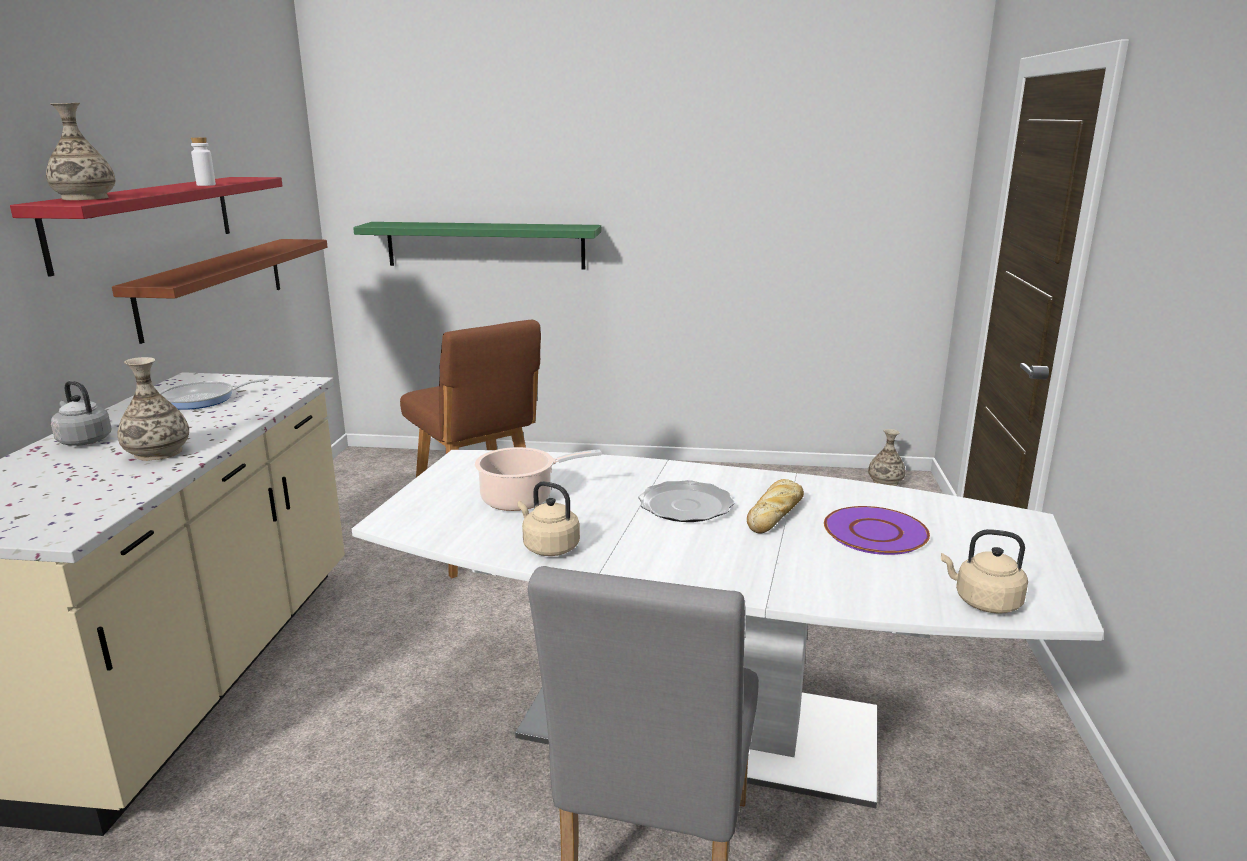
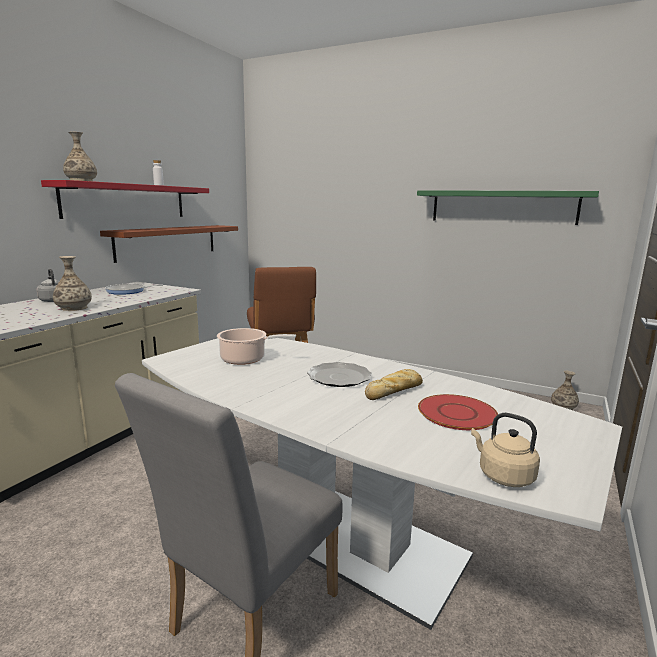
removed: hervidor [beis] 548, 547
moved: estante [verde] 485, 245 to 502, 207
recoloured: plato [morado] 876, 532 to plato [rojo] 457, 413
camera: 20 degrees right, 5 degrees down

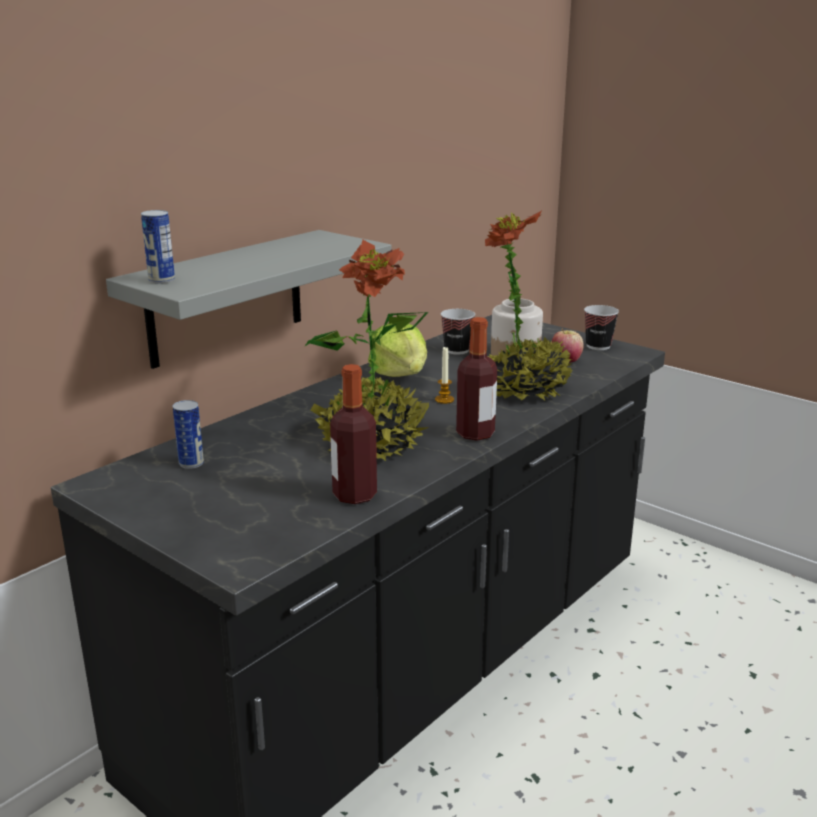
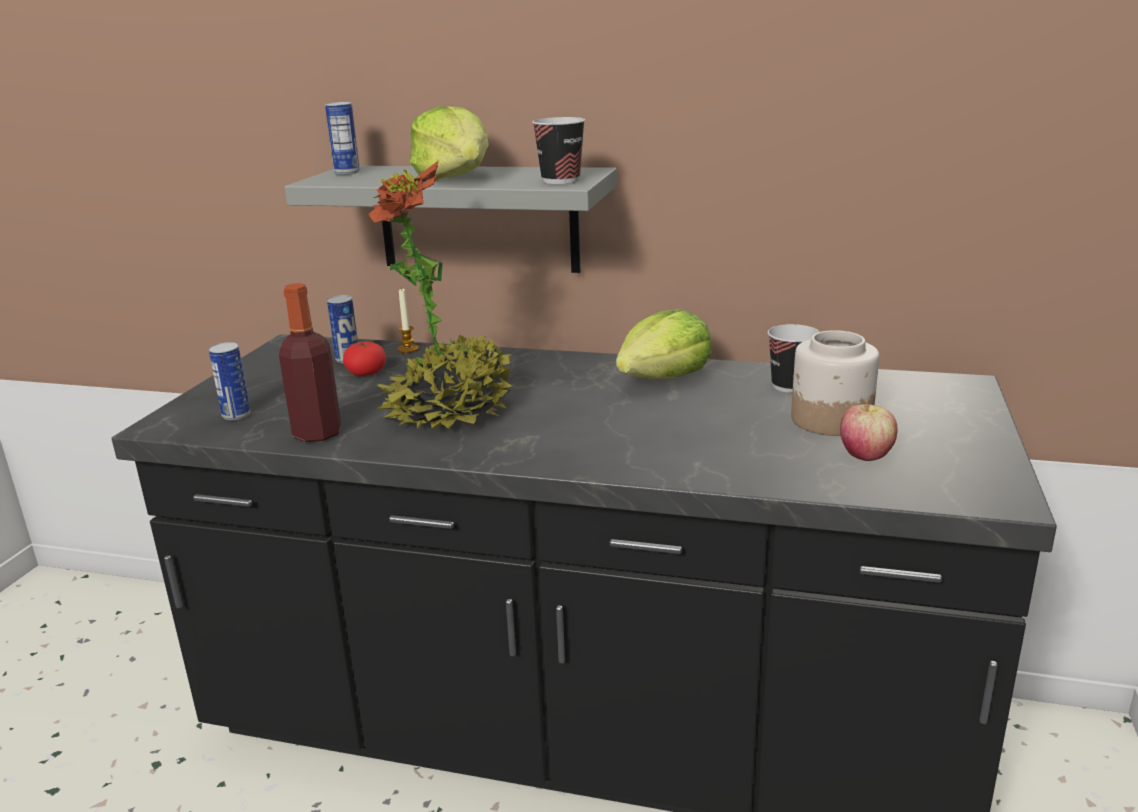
removed: planta en maceta 522, 389; botella 475, 434
added: lechuga 455, 177; tomate 366, 373; lata 236, 415
moved: taza 598, 346 to 560, 180; vela 444, 400 to 408, 349
camera: 65 degrees right, 0 degrees up

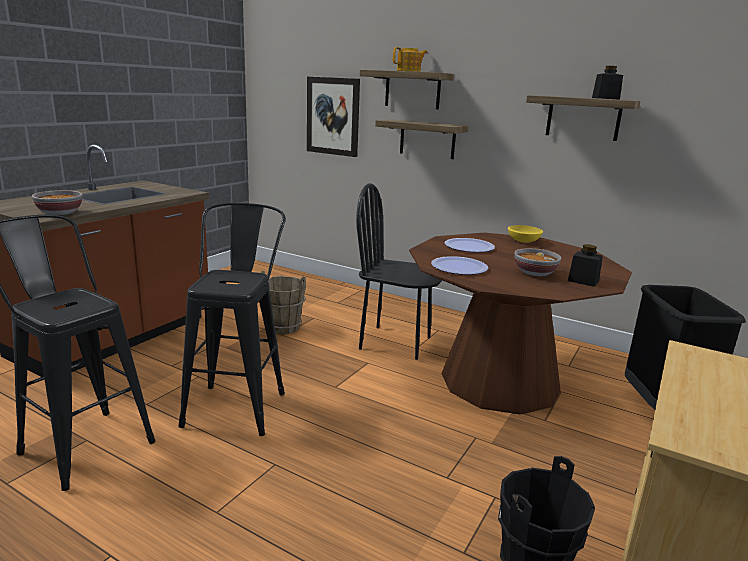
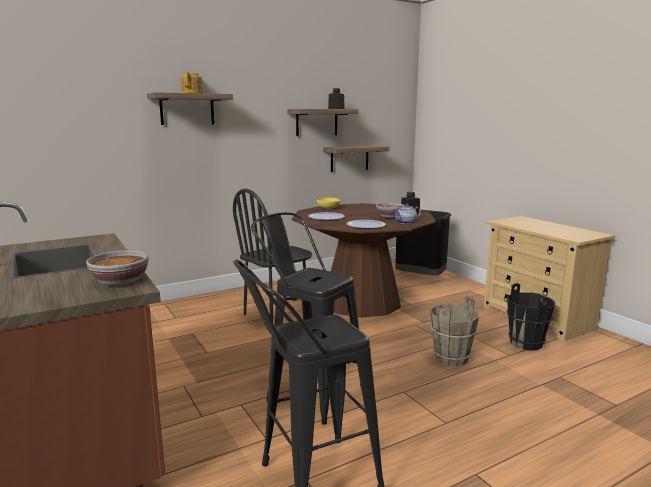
removed: cuadro 333, 116
added: tetera 406, 222
moved: estante 427, 139 to 349, 158; cubo [marrón] 283, 327 to 450, 358
camera: 60 degrees left, 5 degrees down

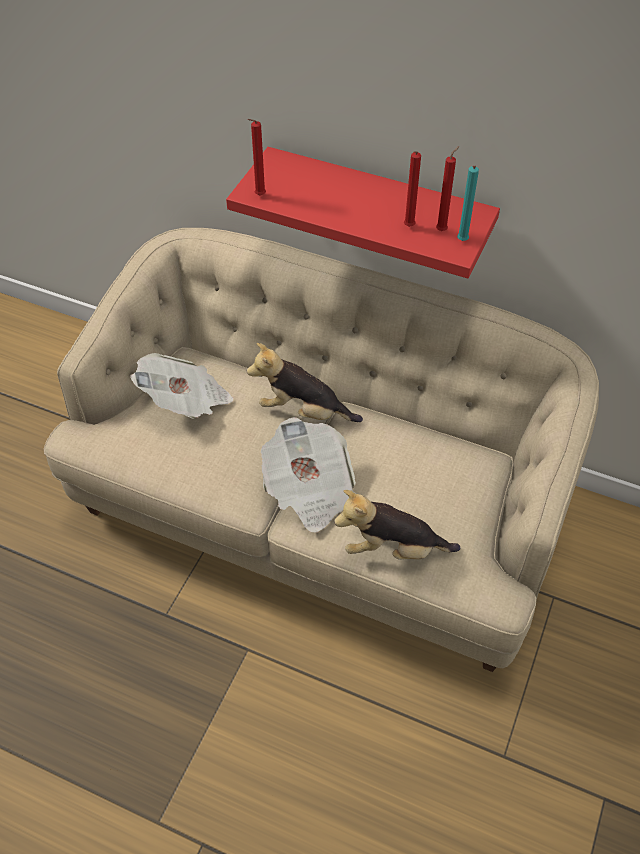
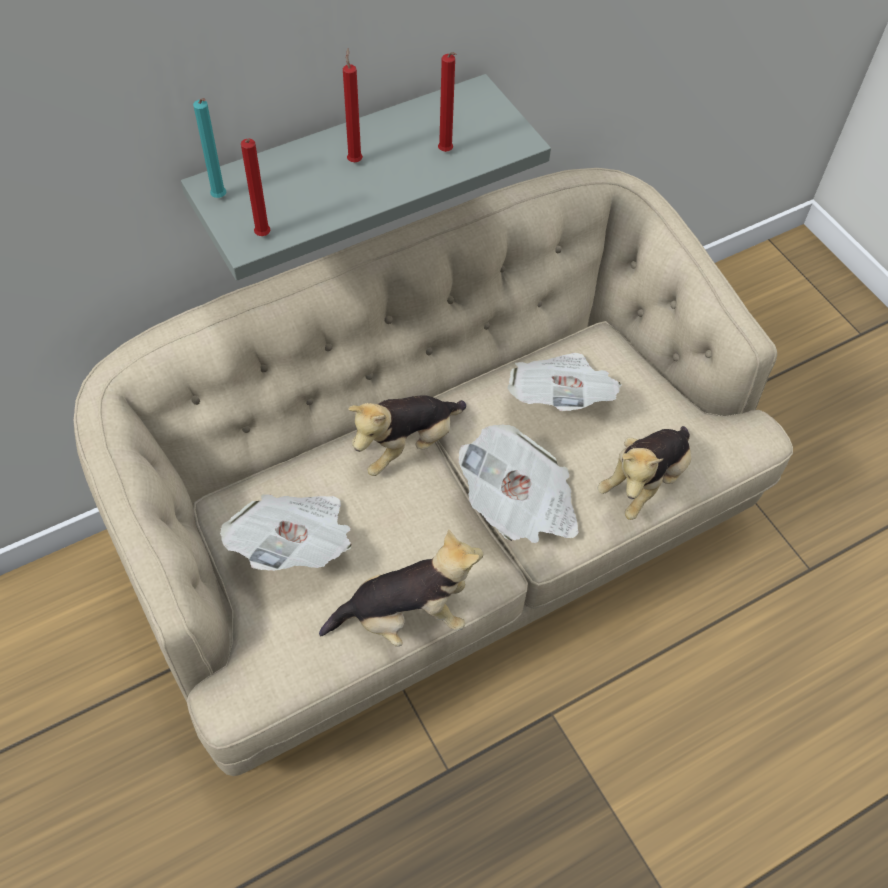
added: periódico 560, 398; peluche 406, 616
moved: vela [rojo] 442, 230 to 355, 160; vela [turquesa] 461, 242 to 220, 199
recoloured: estante [rojo] 378, 206 to estante [gris] 342, 163
camera: 55 degrees left, 5 degrees up

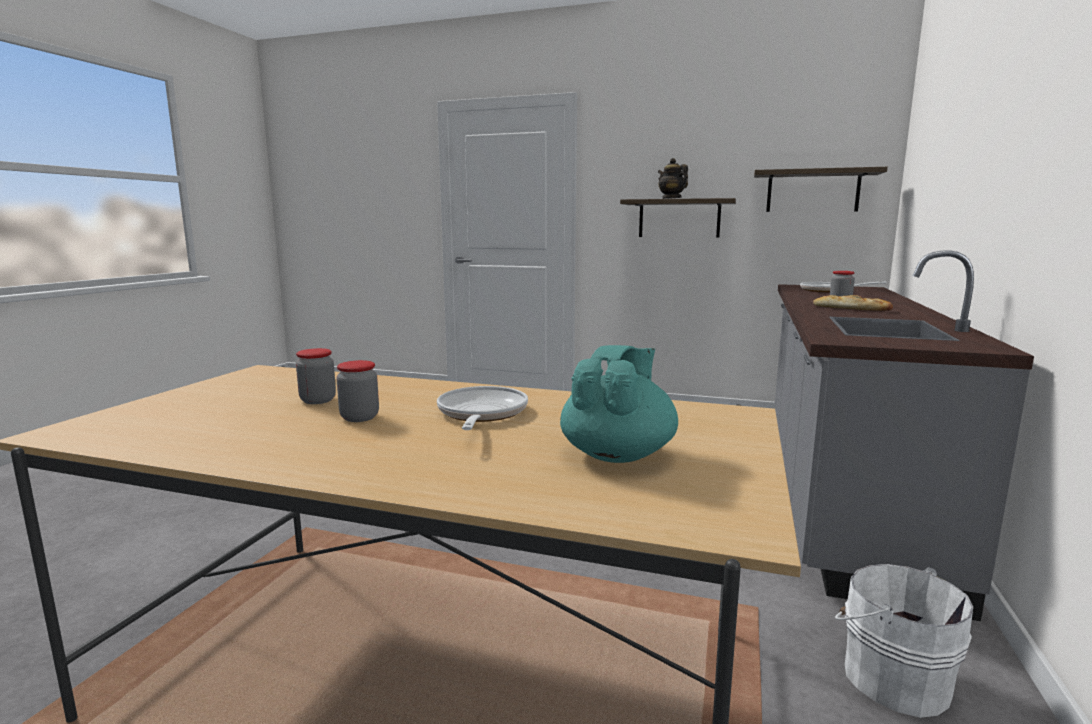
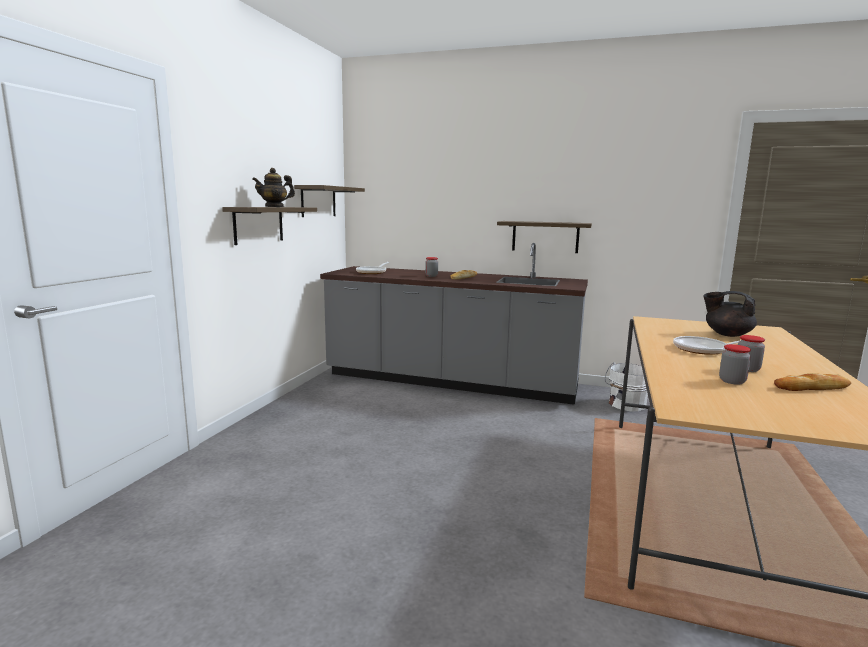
added: estante 545, 236; pan 812, 388
recoloured: tetera [turquesa] 618, 454 to tetera [negro] 727, 334
camera: 90 degrees left, 0 degrees up

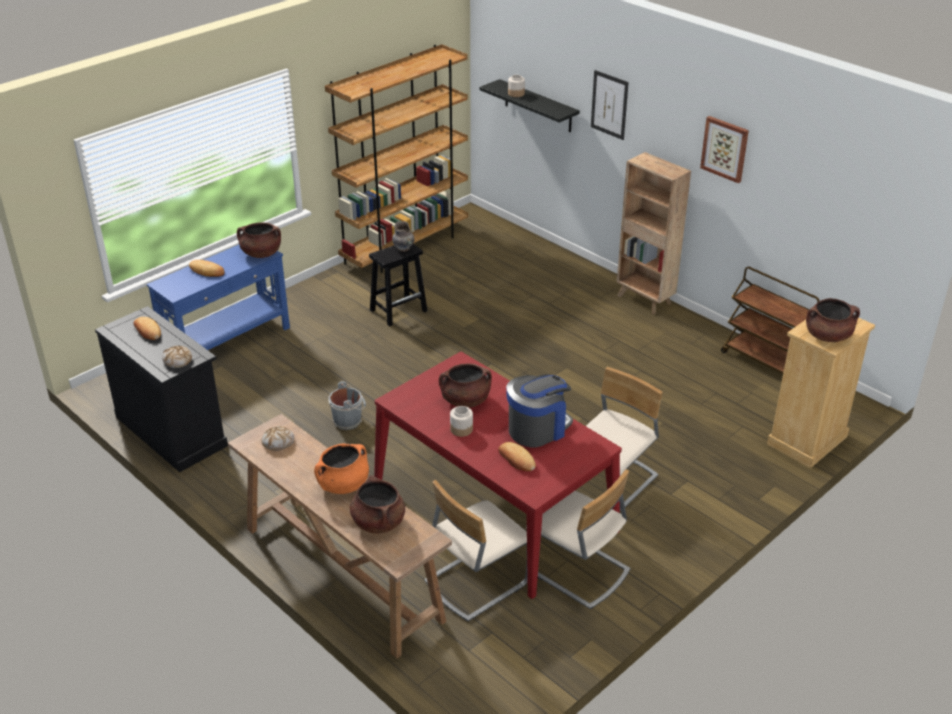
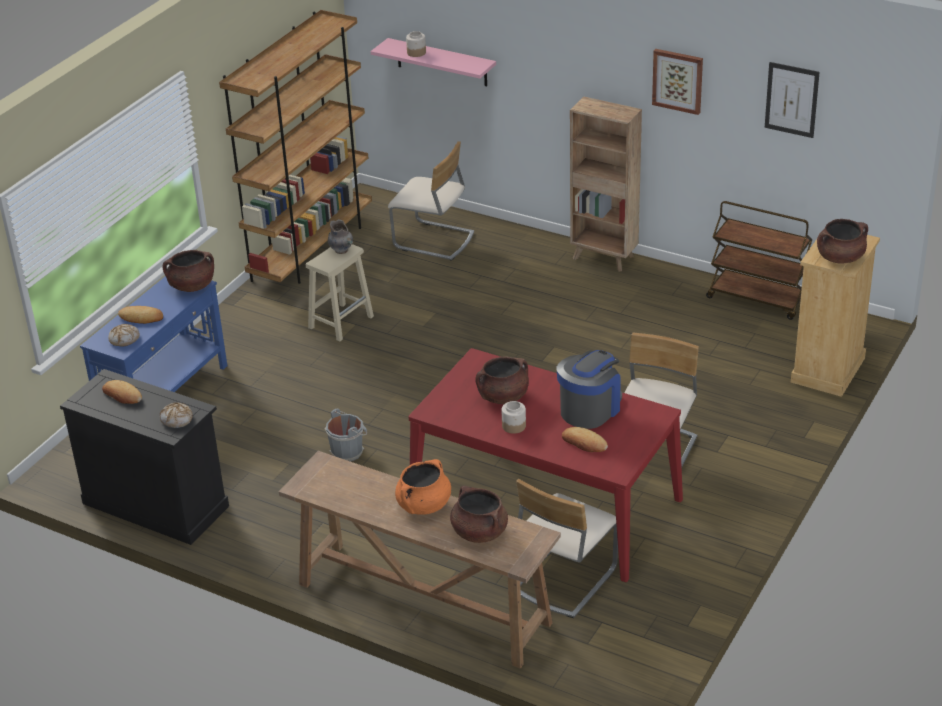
moved: cuadro 609, 104 to 791, 99; pan 278, 442 to 124, 339; silla [beis] 577, 571 to 433, 241
recoloured: estante [negro] 538, 106 to estante [rosa] 441, 62; taburete [negro] 399, 310 to taburete [beis] 341, 321
camera: 15 degrees left, 0 degrees up

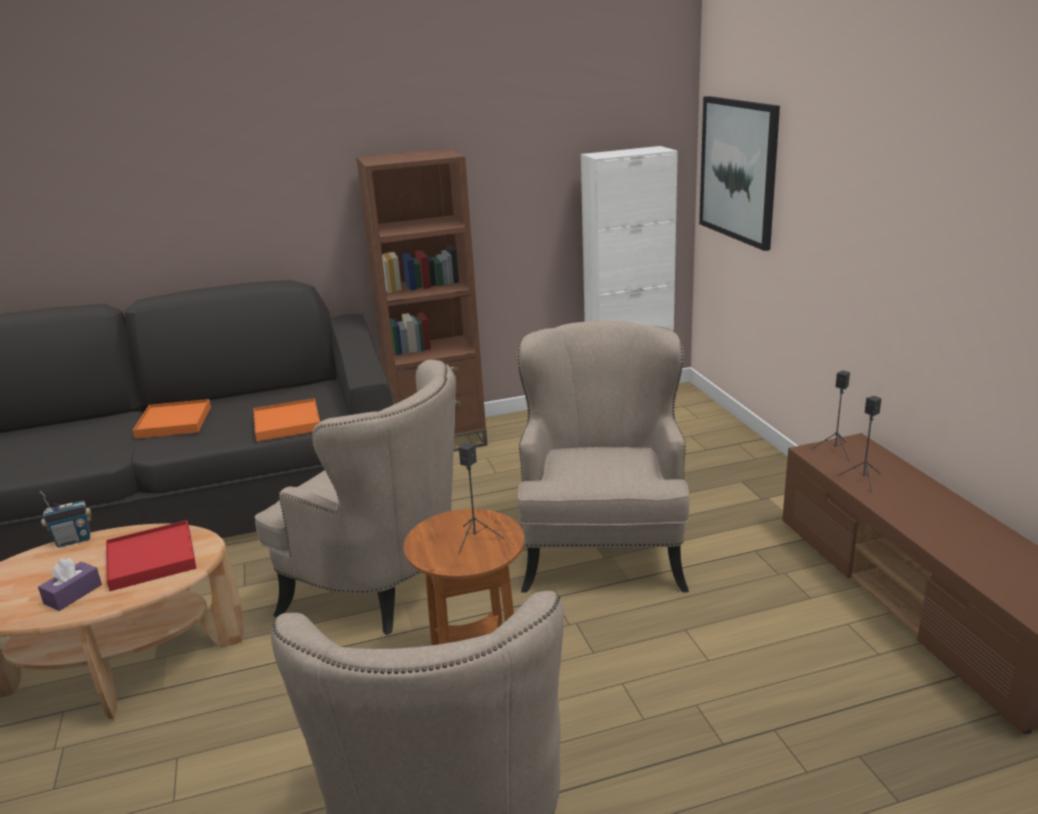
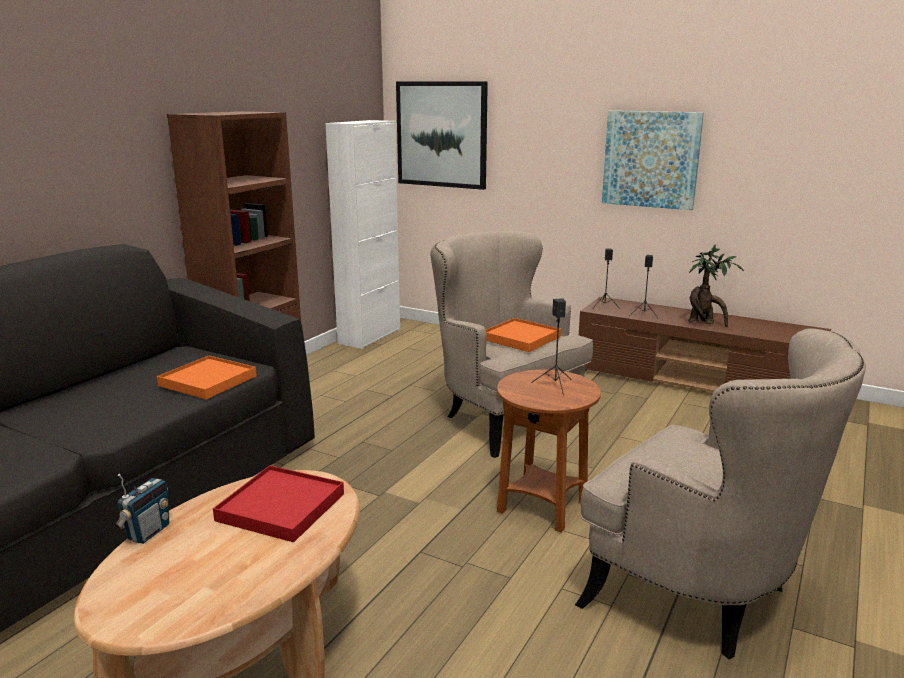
removed: sillón [beis] 383, 589; caja de pañuelos [morado] 73, 594
added: cuadro 651, 159; planta en maceta 704, 323
moved: bandeja [naranja] 174, 422 to 521, 338
camera: 45 degrees left, 5 degrees down

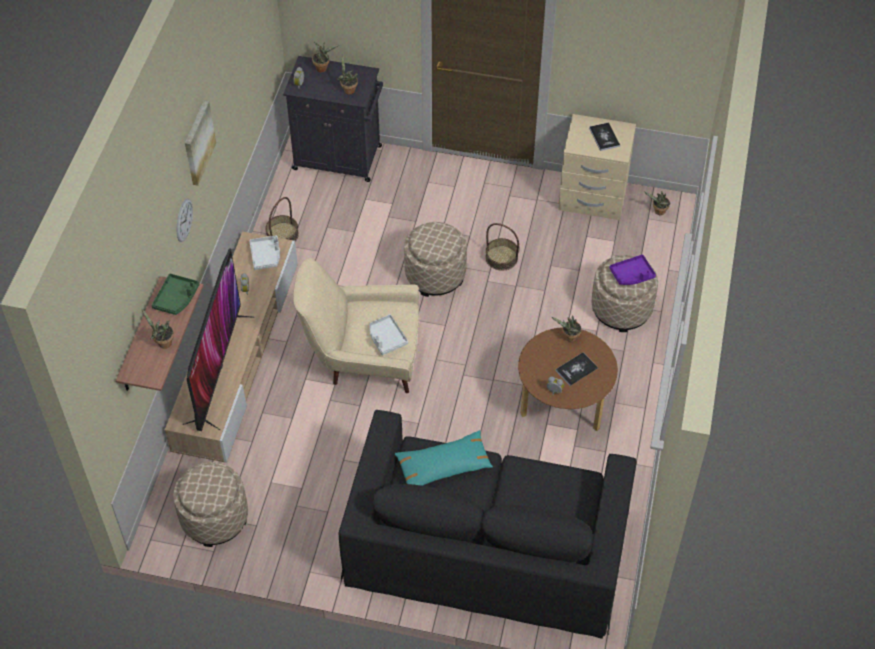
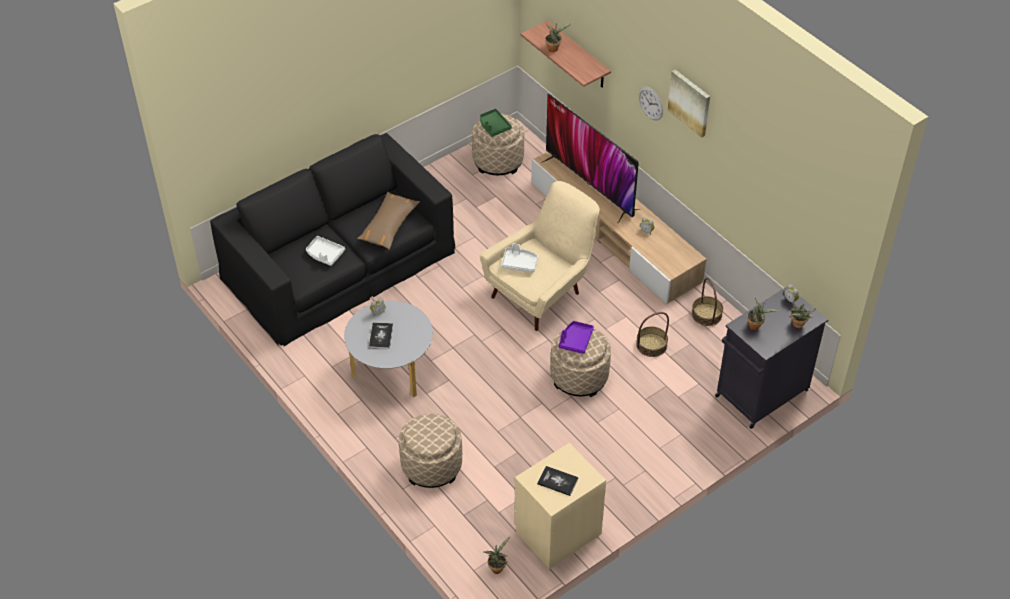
removed: planta en maceta 569, 338
moved: cesta 501, 257 to 651, 345; bandeja [blanco] 266, 256 to 324, 254; bandeja [morado] 632, 275 to 575, 340; bandeja [verde] 176, 298 to 494, 126
recoloured: mesa de centro [marrón] 563, 404 to mesa de centro [gris] 392, 371; cojín [turquesa] 443, 466 to cojín [marrón] 389, 226
camera: 130 degrees right, 5 degrees down

